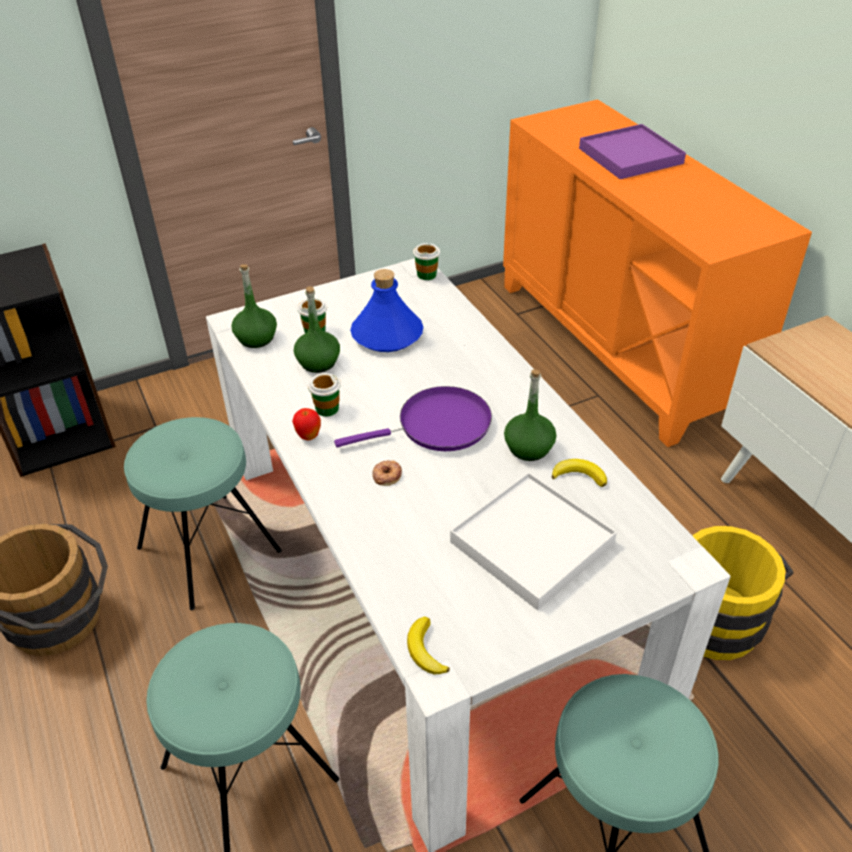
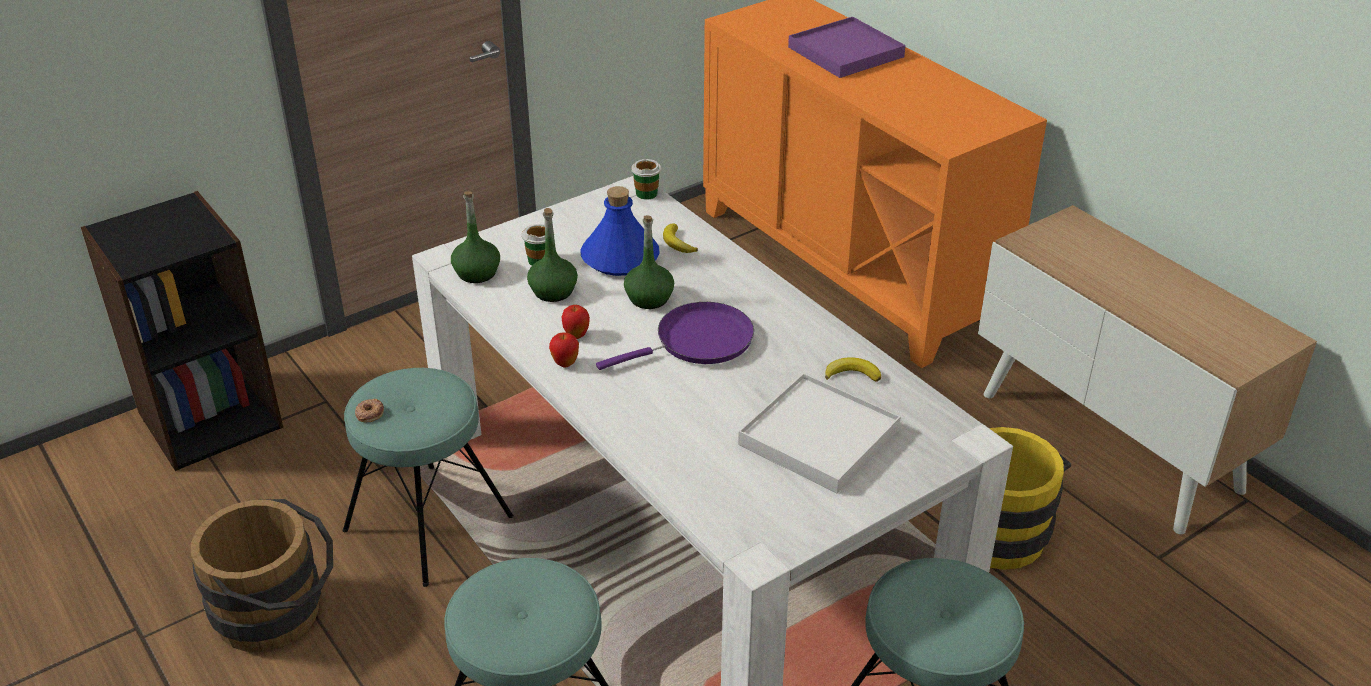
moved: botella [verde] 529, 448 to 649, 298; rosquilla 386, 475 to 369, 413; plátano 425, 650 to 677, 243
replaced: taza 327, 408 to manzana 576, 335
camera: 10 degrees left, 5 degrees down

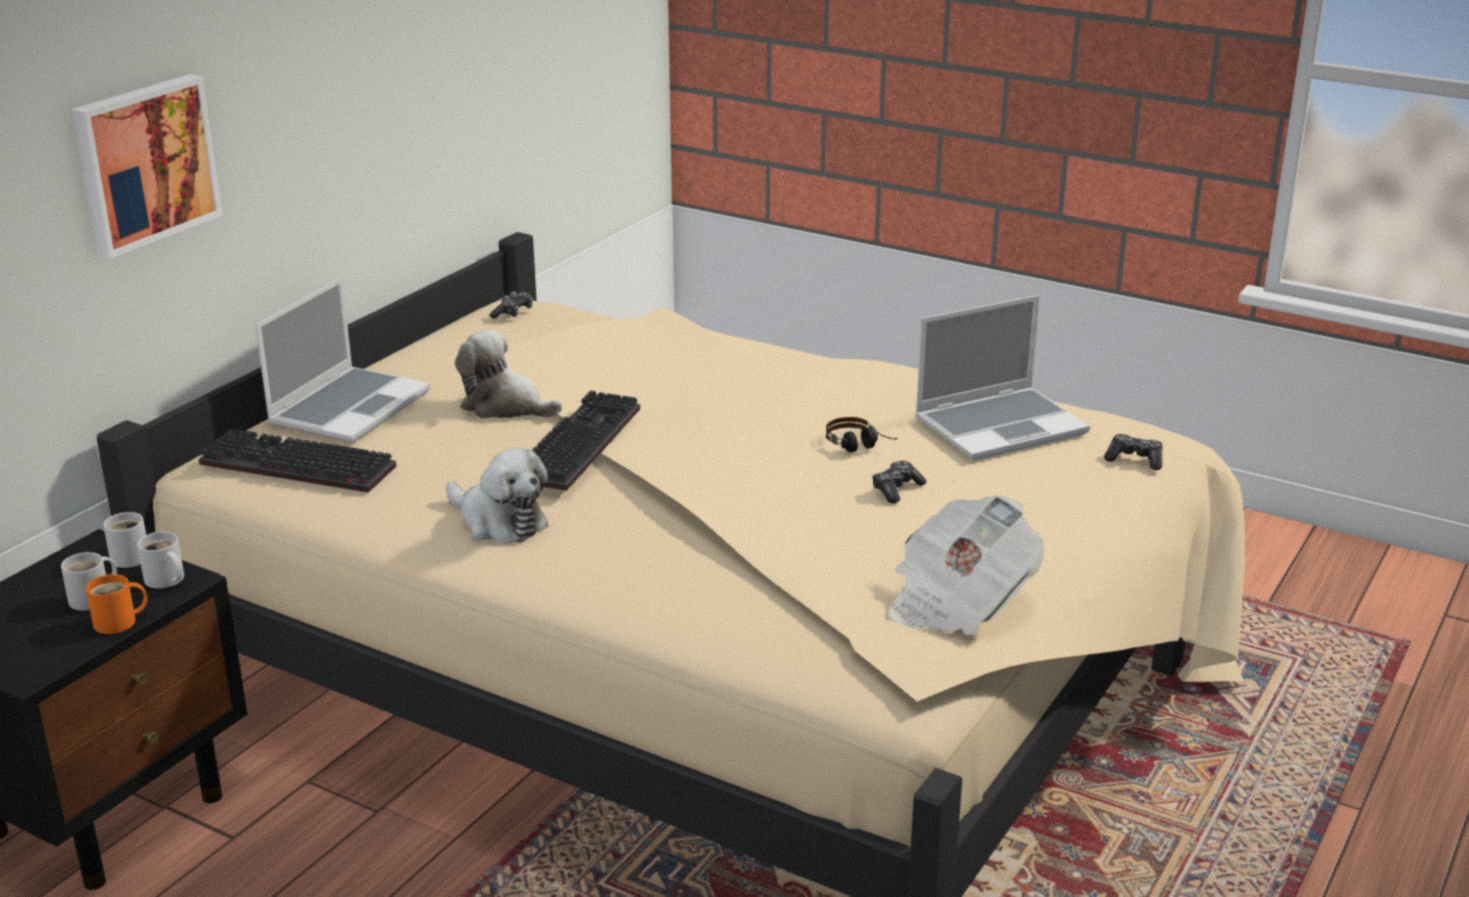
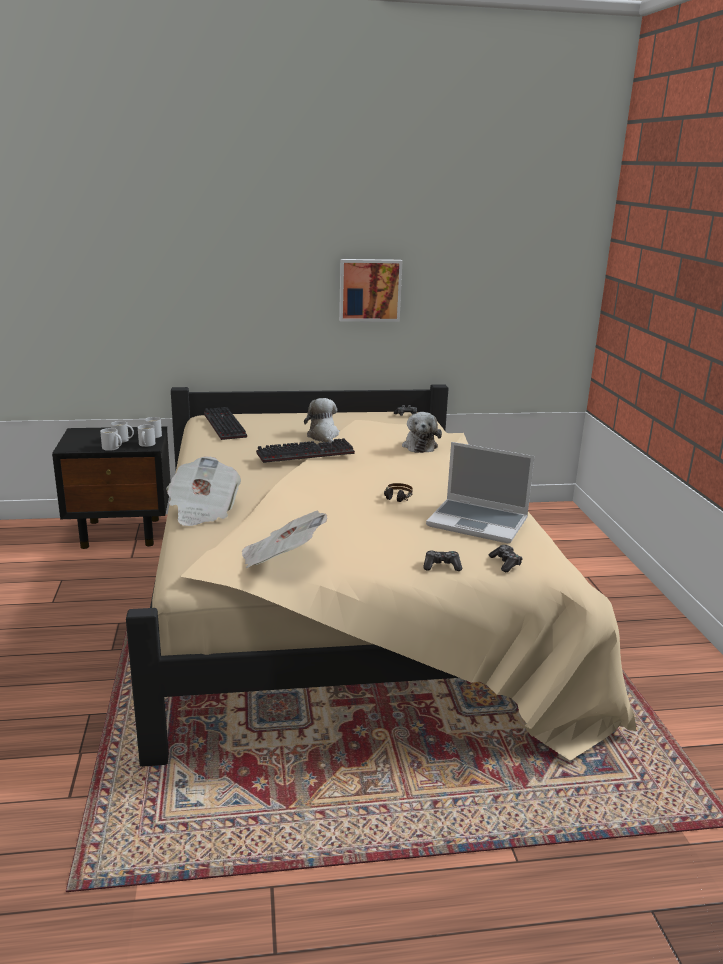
removed: portátil 349, 407
added: periódico 203, 510
moved: cuadro 144, 163 to 369, 290; peluche 499, 522 to 420, 446; mando de consola 896, 489 to 441, 566
recoloured: taza grande [naranja] 119, 623 to taza grande [blanco] 111, 448
camera: 50 degrees right, 5 degrees down

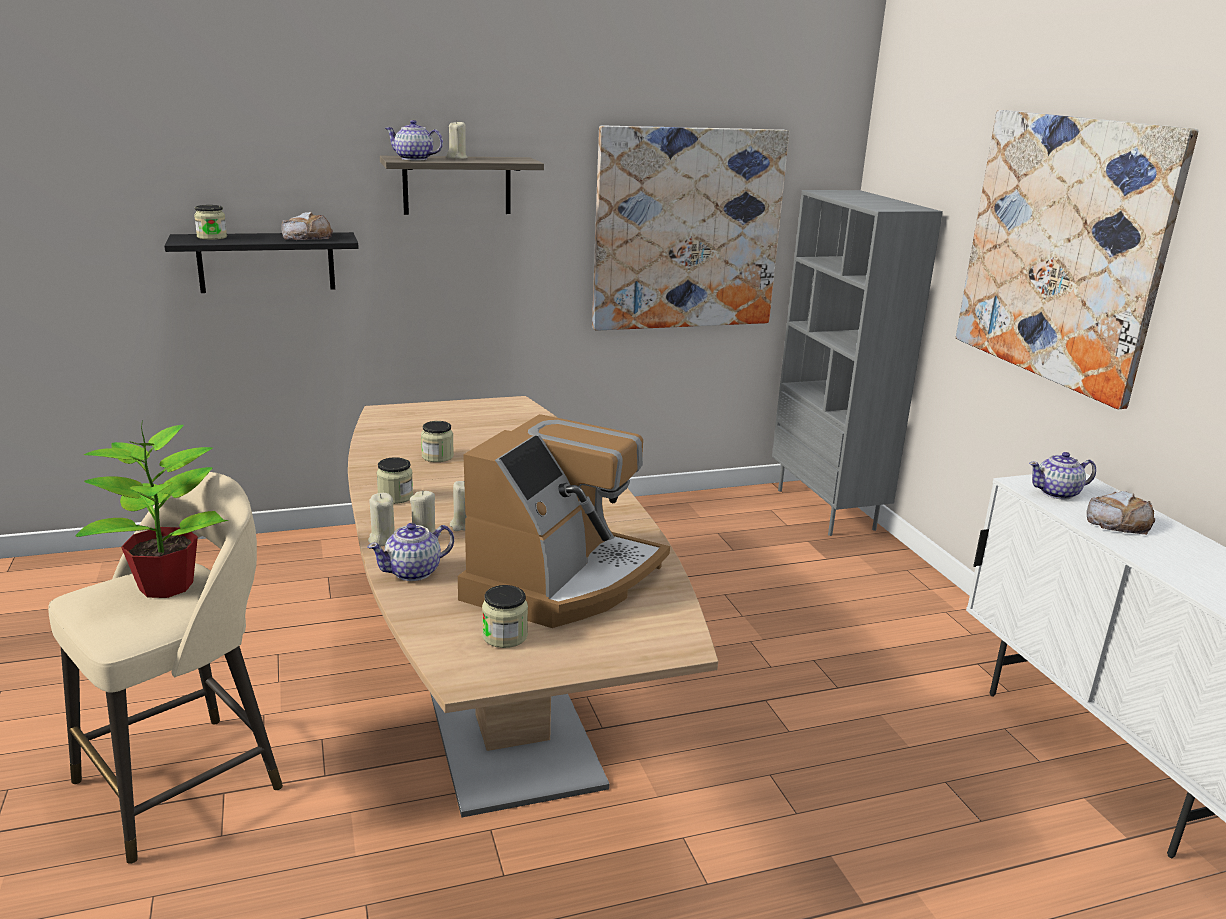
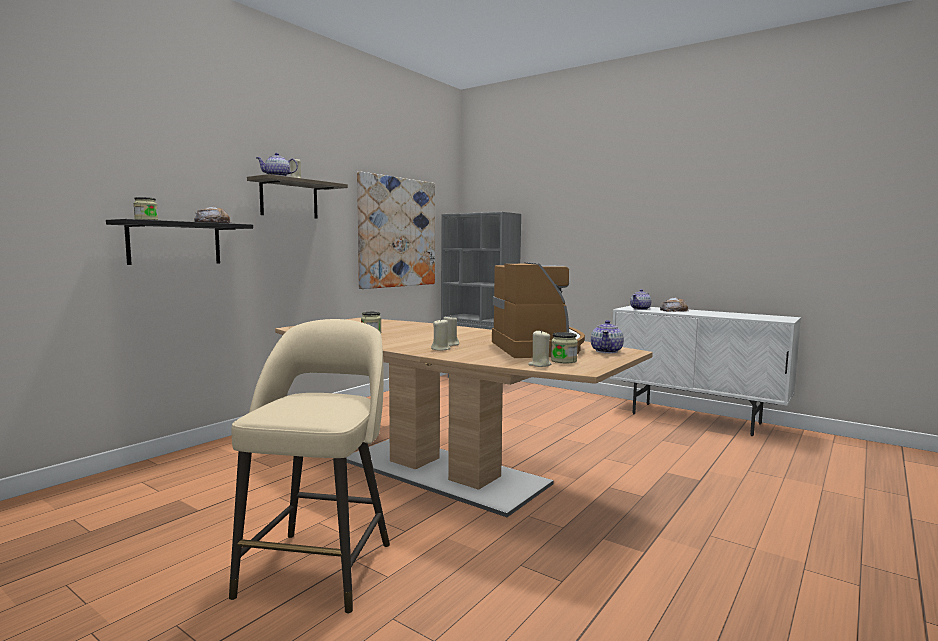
removed: cuadro 1062, 250; planta en maceta 167, 585; tarro 395, 497
moved: vela [beis] 382, 540 to 539, 365; tetera 414, 572 to 607, 351
camera: 35 degrees left, 15 degrees down

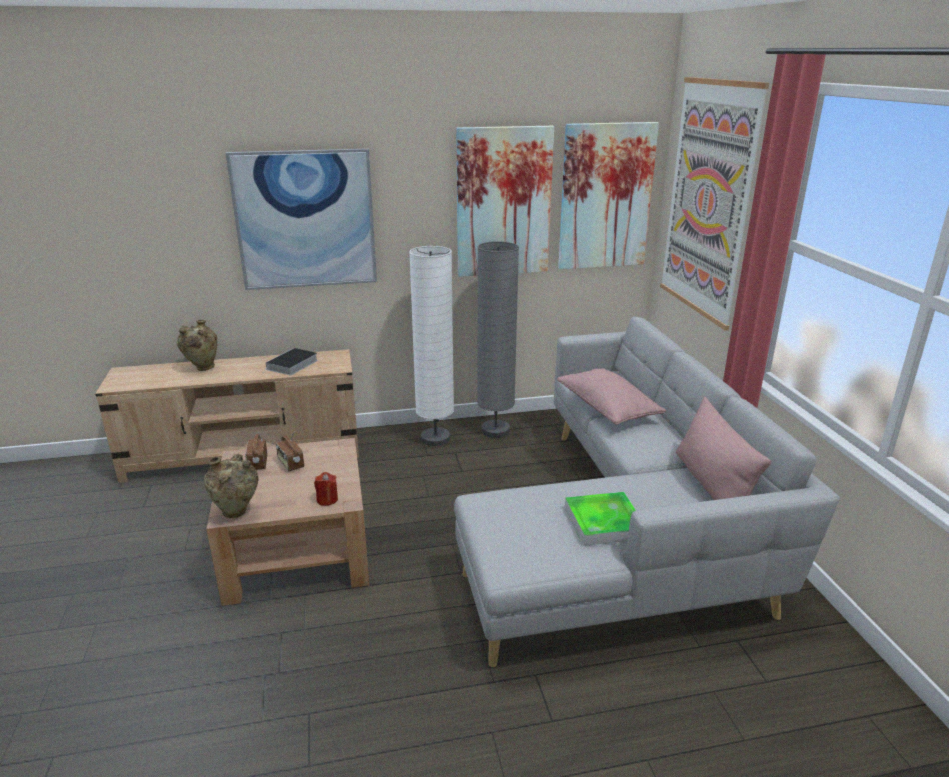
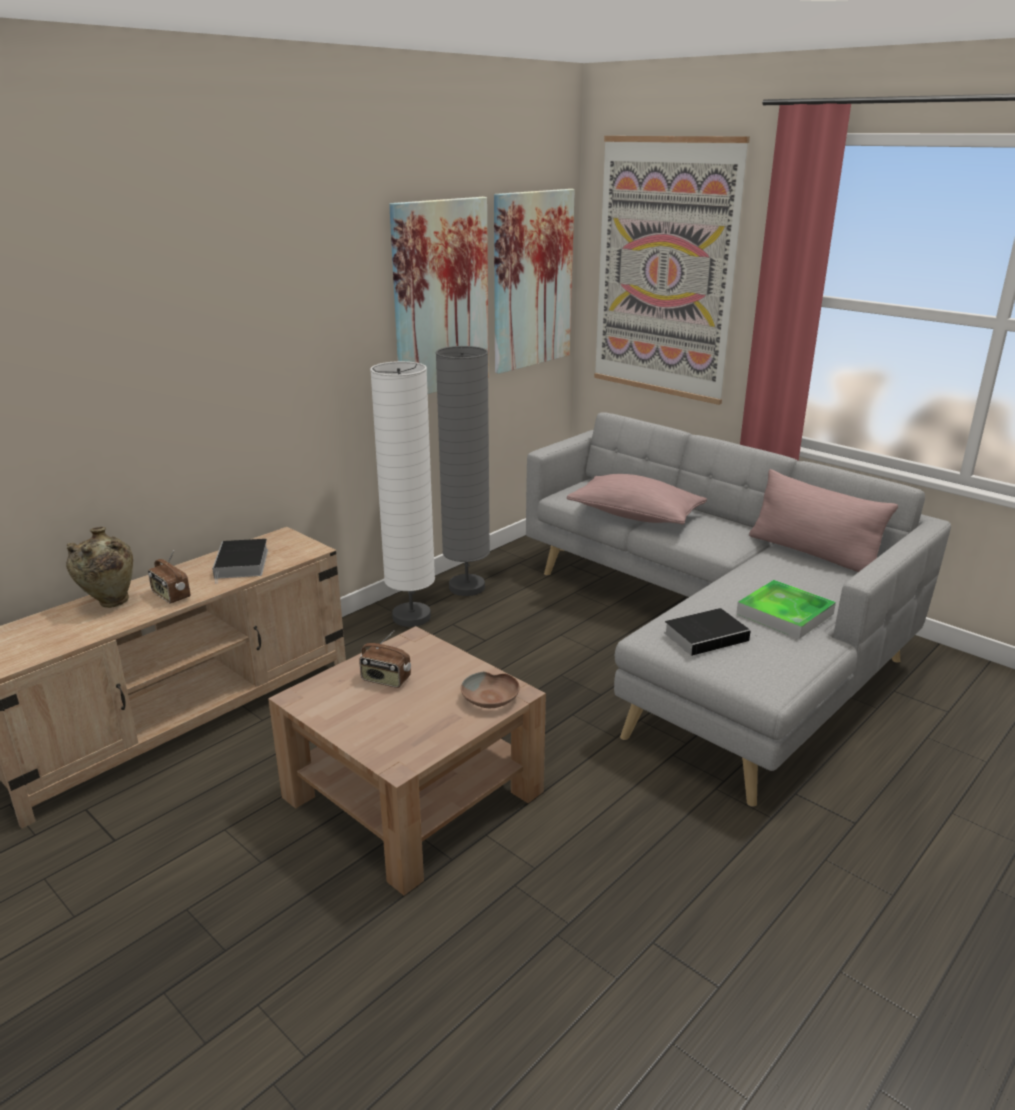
removed: cuadro 305, 220; florero [beis] 237, 513
added: libro 707, 635
moved: radio 257, 463 to 170, 596
replaced: vela [rojo] 327, 500 to cuenco [marrón] 491, 698
camera: 35 degrees left, 0 degrees up

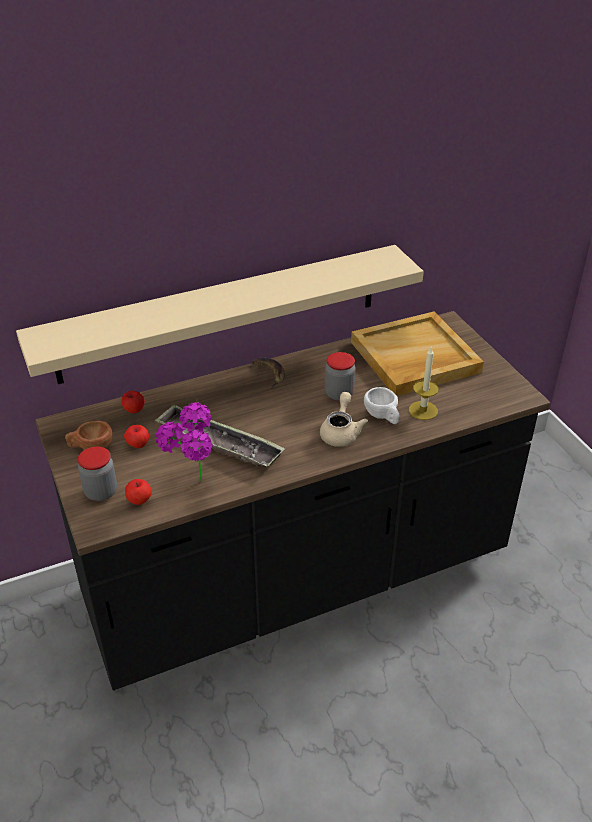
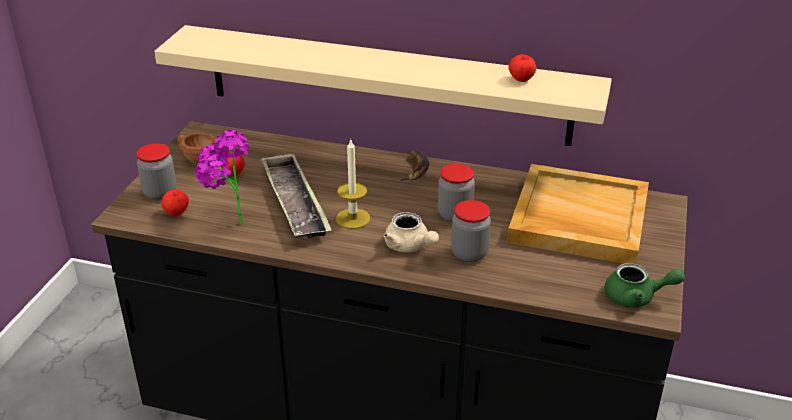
added: tetera [verde] 636, 297
moved: vela 423, 410 to 353, 218; manzana 134, 410 to 521, 79
replaced: taza [blanco] 383, 416 to tarro 469, 253
turned: tetera [beis] 341, 432 = 410, 246 90 degrees clockwise
camera: 40 degrees right, 5 degrees down

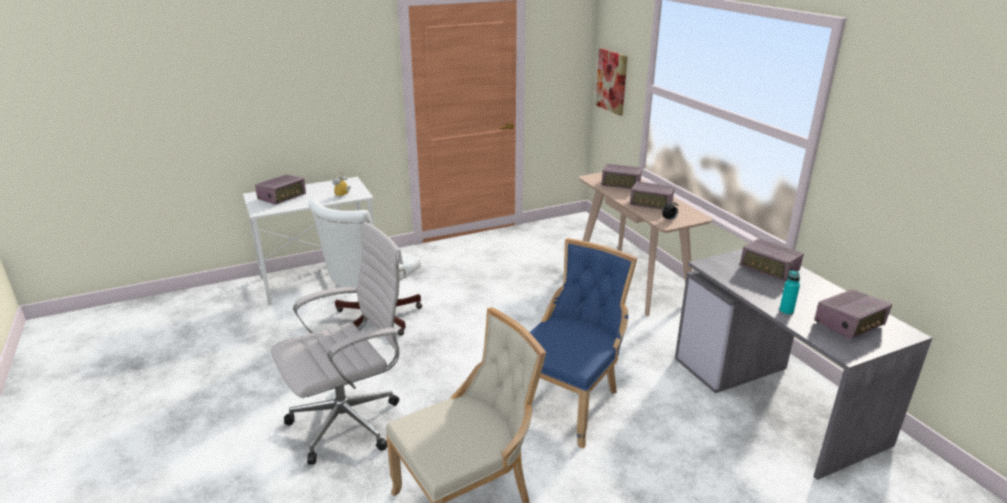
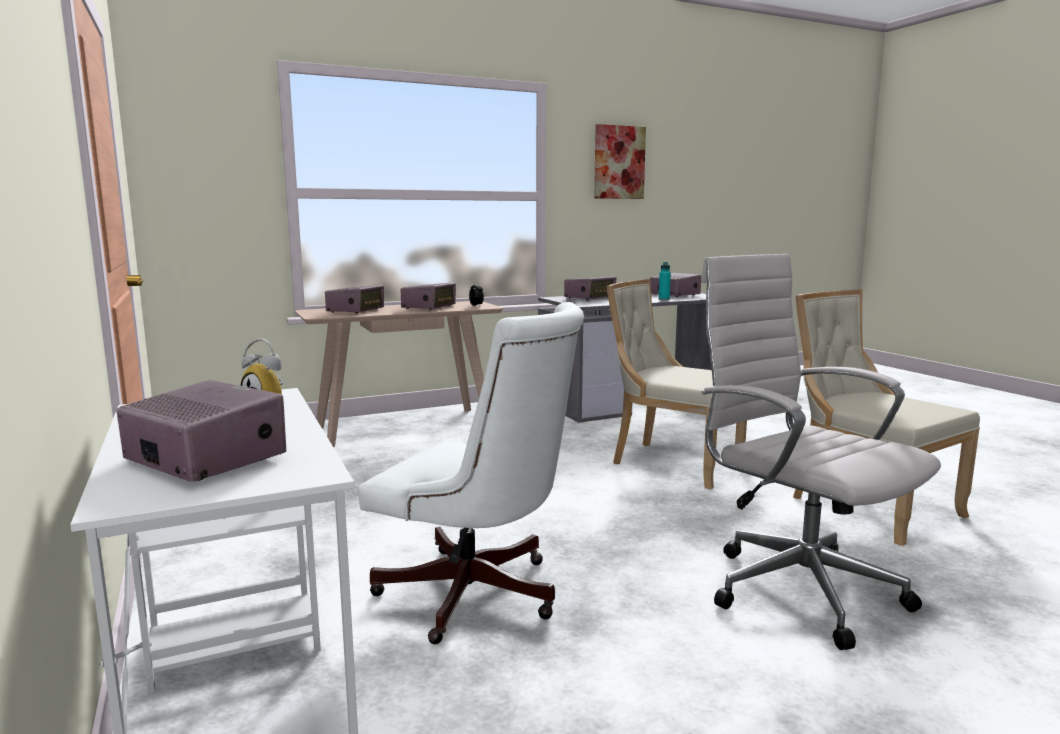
moved: cuadro 612, 81 to 619, 162
recoloured: silla [azul] 569, 402 to silla [beis] 672, 462
camera: 90 degrees left, 15 degrees down

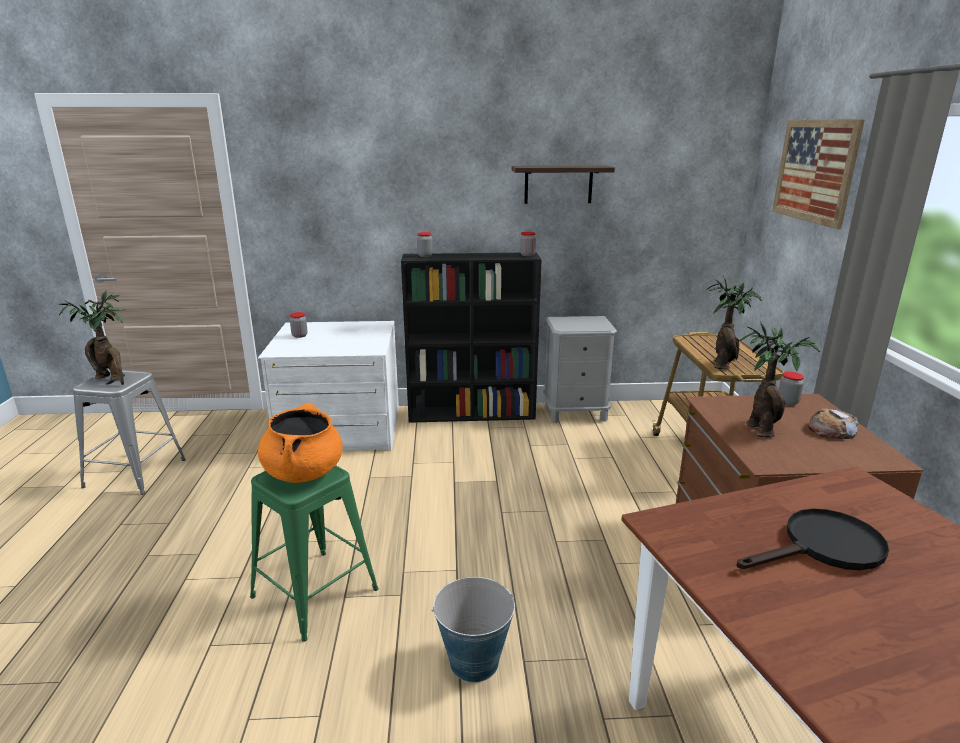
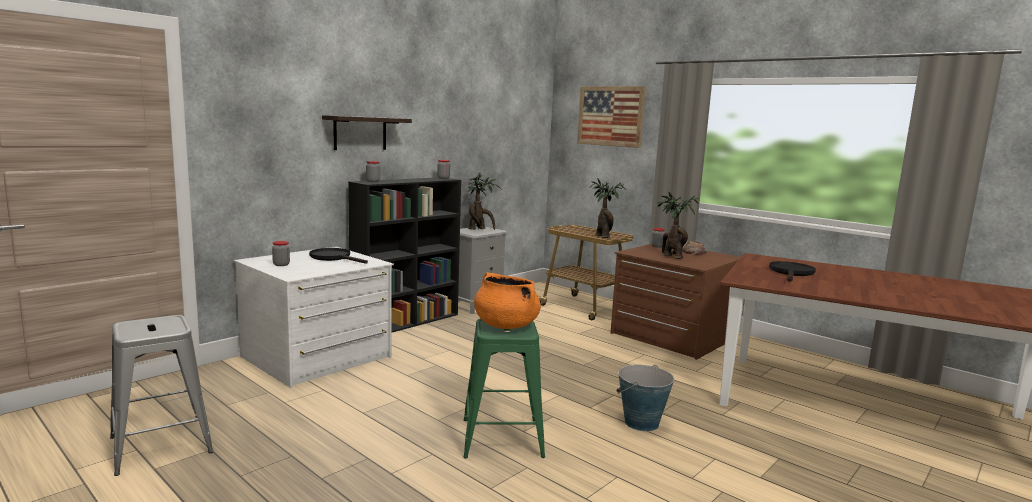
added: sartén [negro] 334, 258
moved: estante 558, 184 to 360, 133; planta en maceta 112, 379 to 479, 229
camera: 45 degrees left, 10 degrees down

